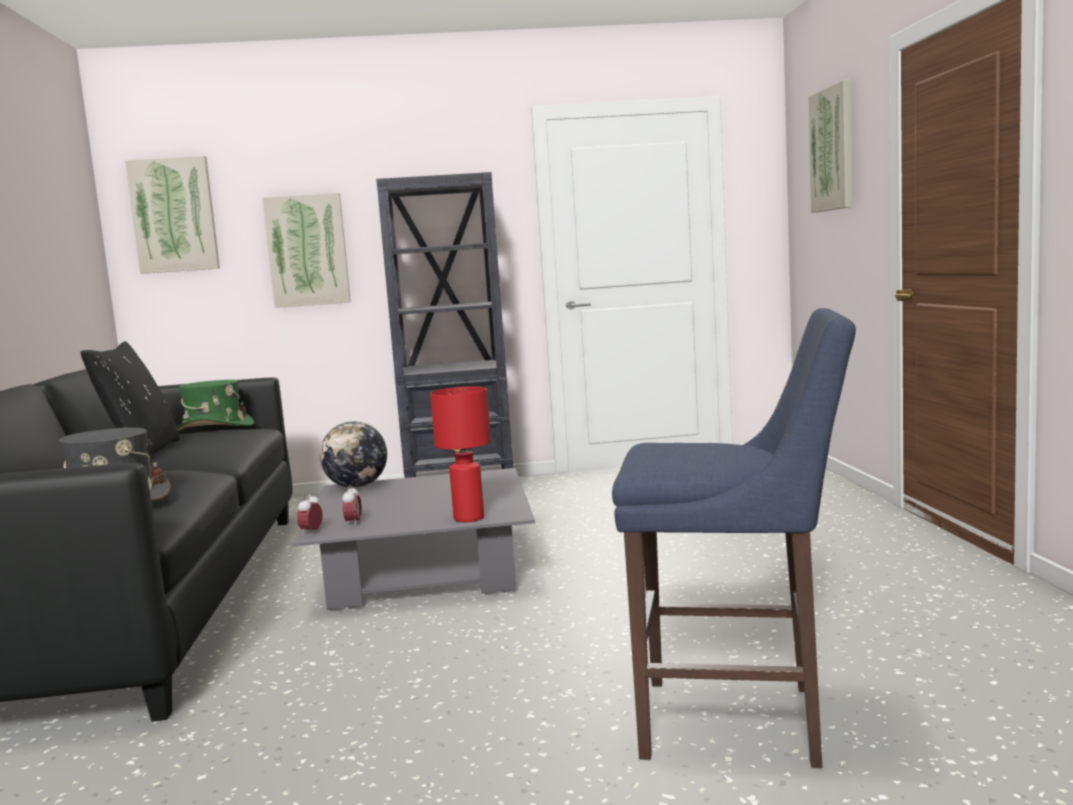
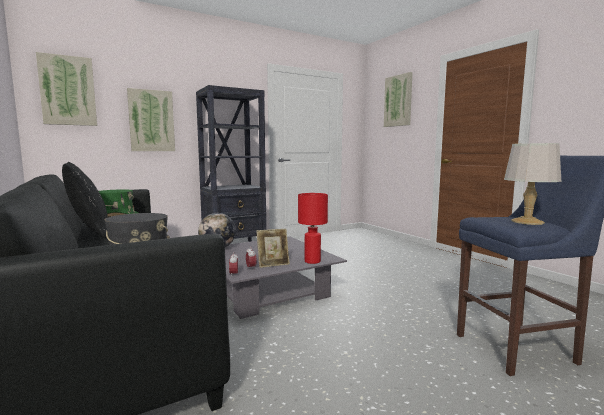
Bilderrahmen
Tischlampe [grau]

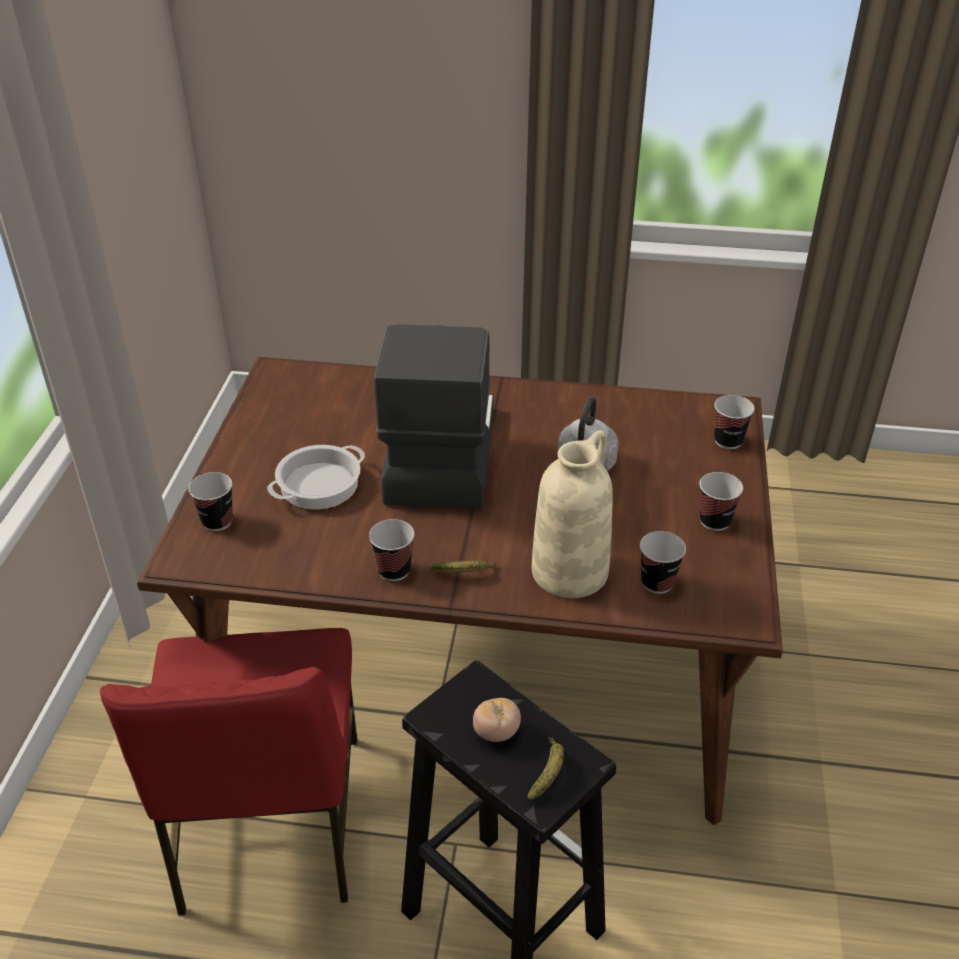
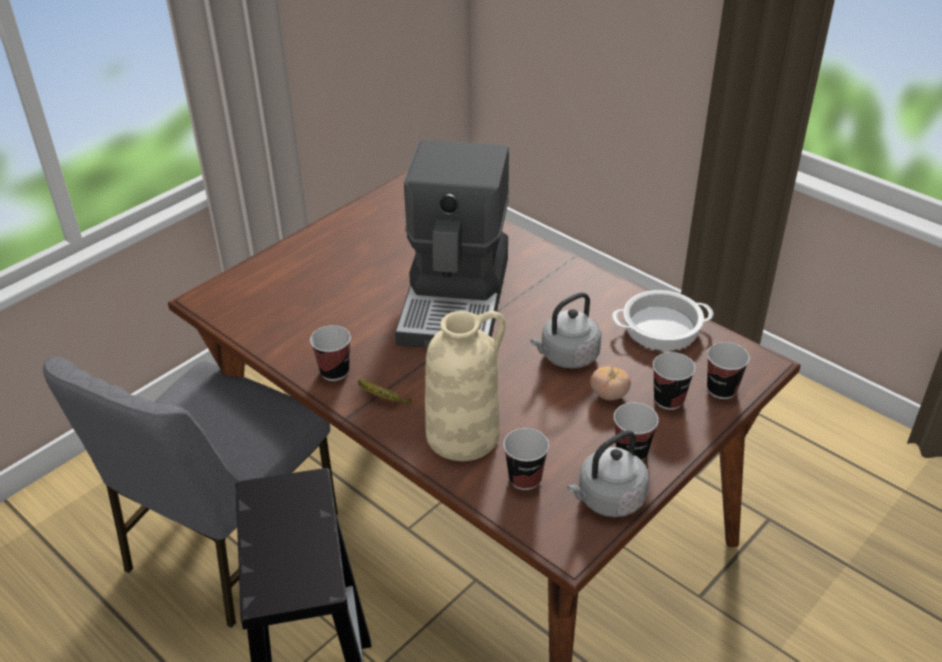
Stuhl [grau]
Kaffeemaschine
Wasserkessel [grau] (no. 2 from left)
Tomate
Kochtopf
Tasse (no. 4 from left)
Banane (no. 2 from left in the first image)

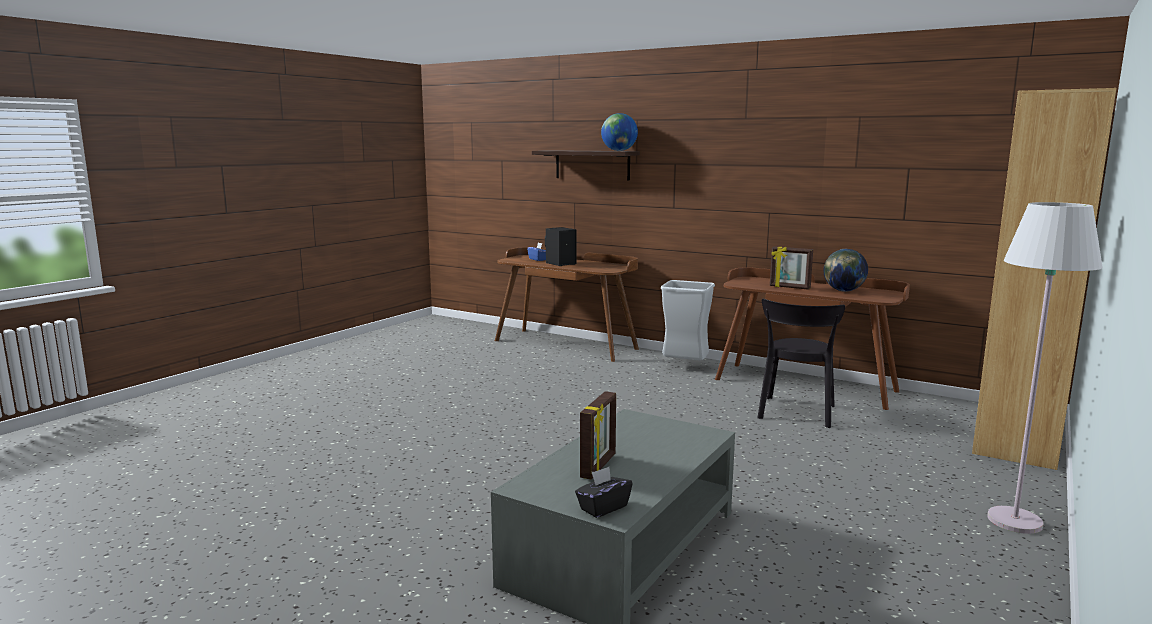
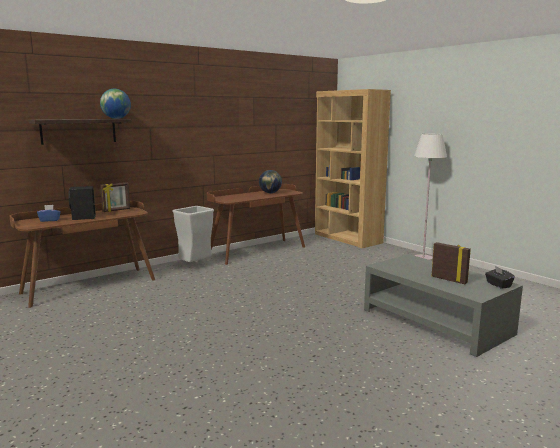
Bilderrahmen (no. 1 from left)
Stuhl [schwarz]

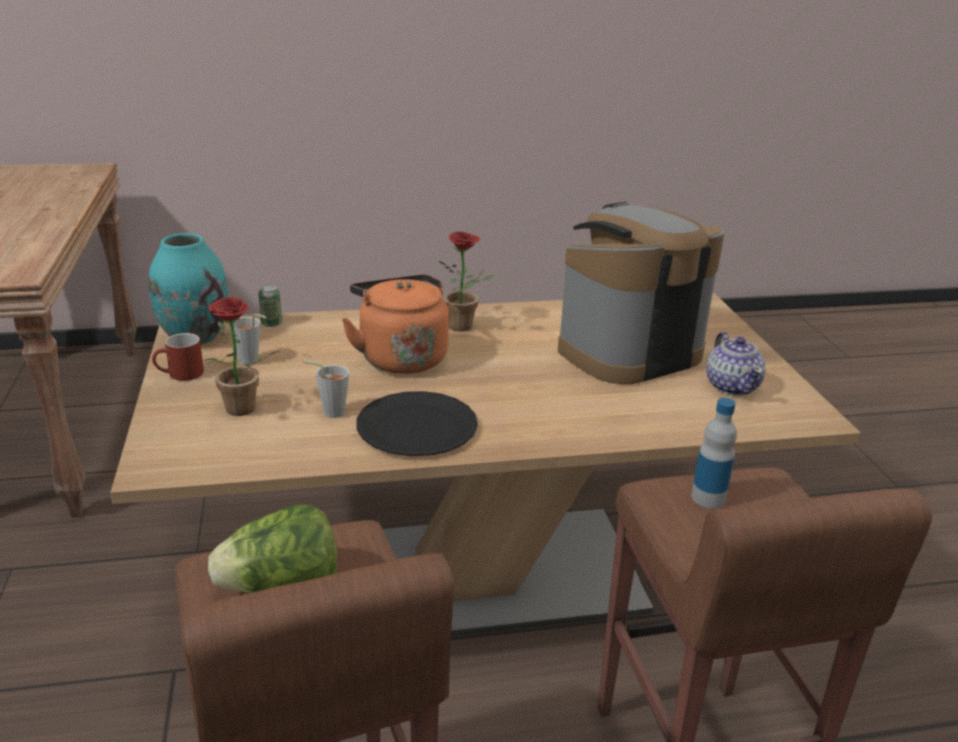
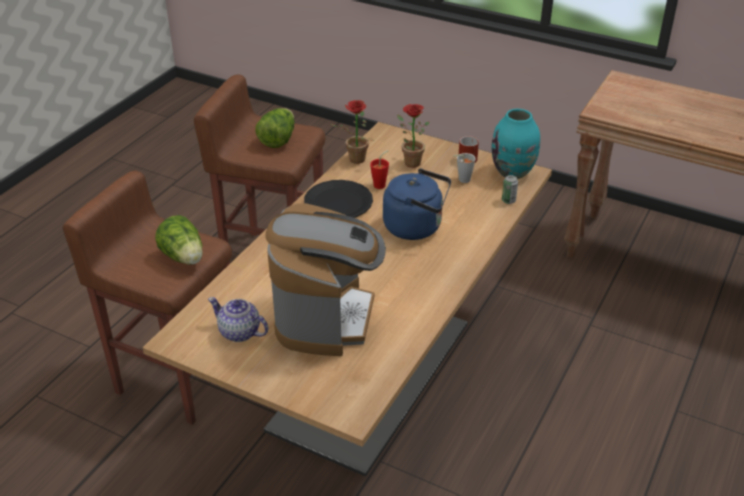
Salatkopf (no. 1 from left)
Topfpflanze (no. 1 from left)
Tasse [rot]
Wasserkessel [blau]

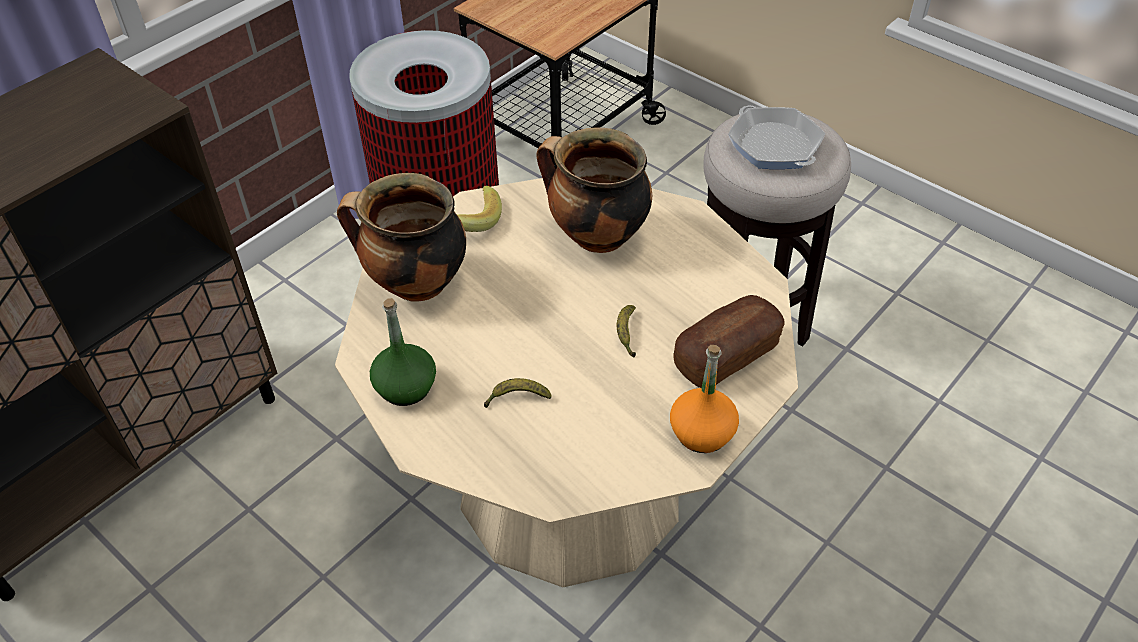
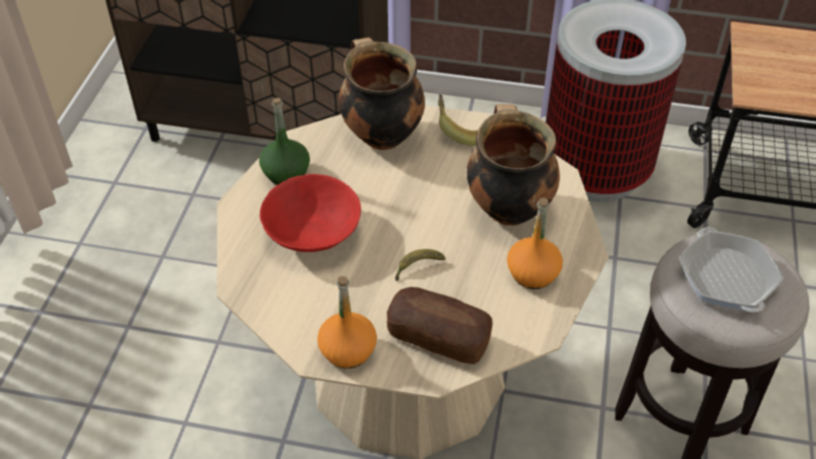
Schüssel [rot]
Flasche [orange] (no. 2 from left)
Pfanne

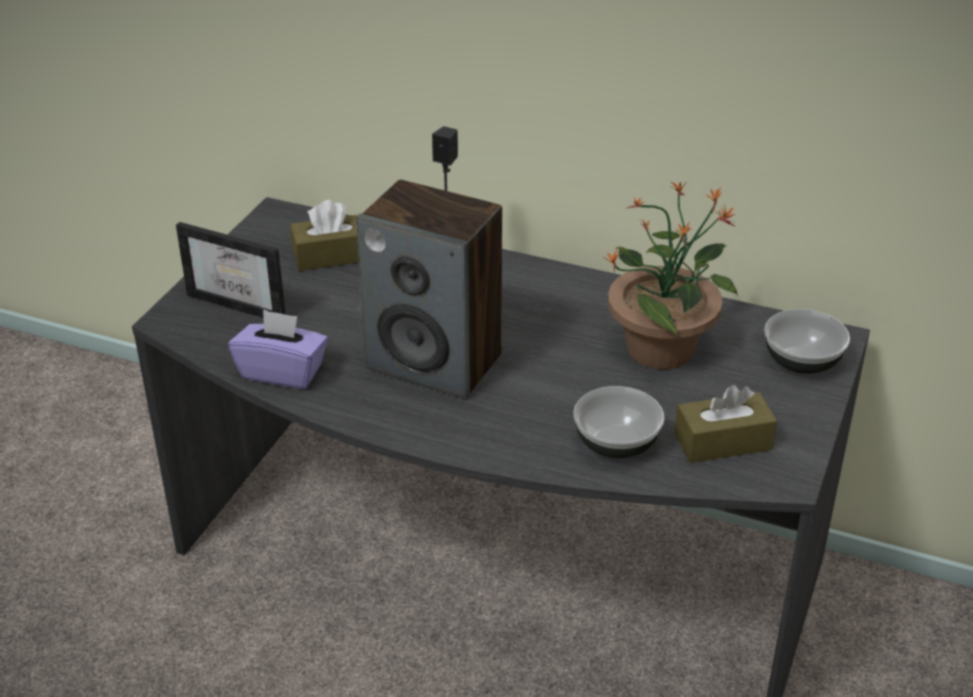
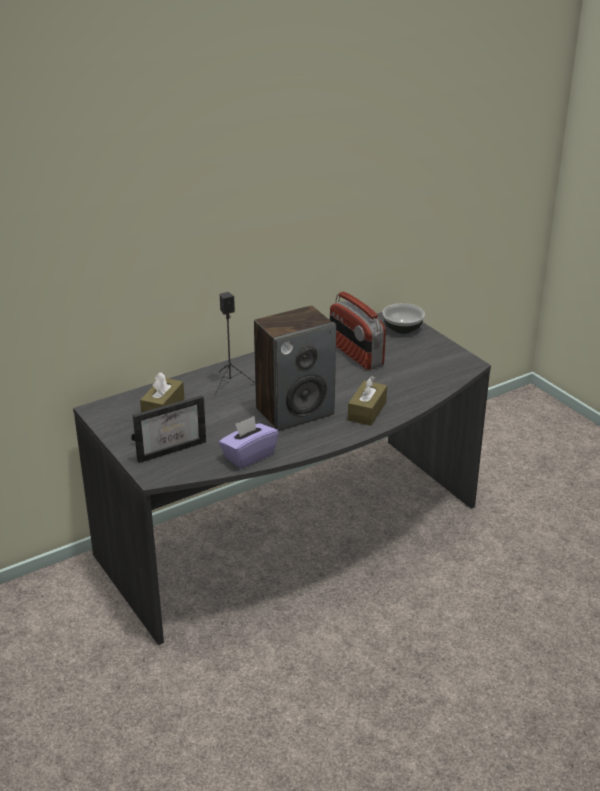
Radio
Taschentuchbox [braun] (no. 2 from left)
Schüssel (no. 1 from left in the first image)

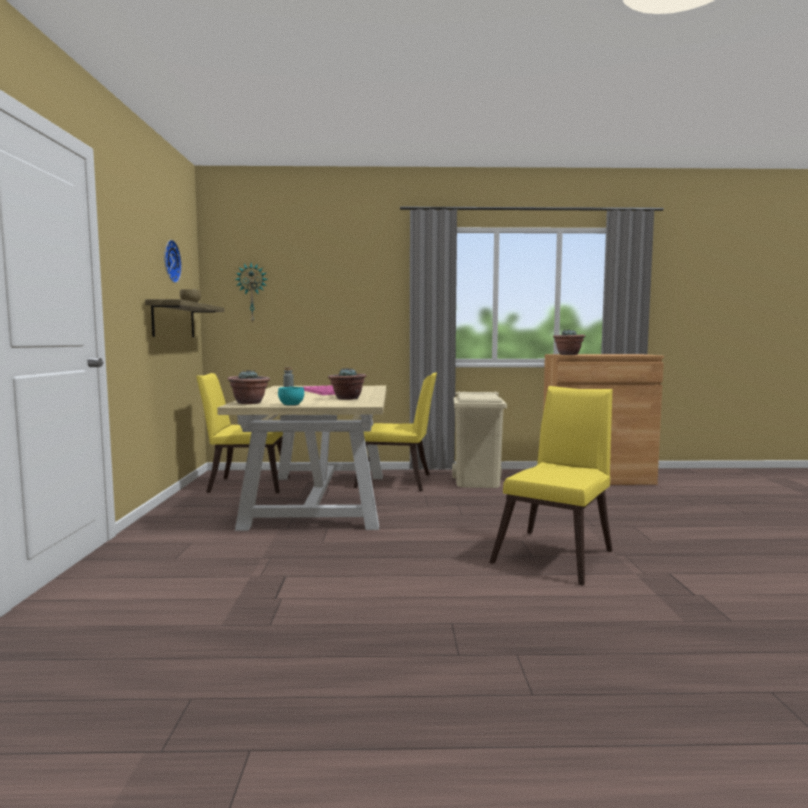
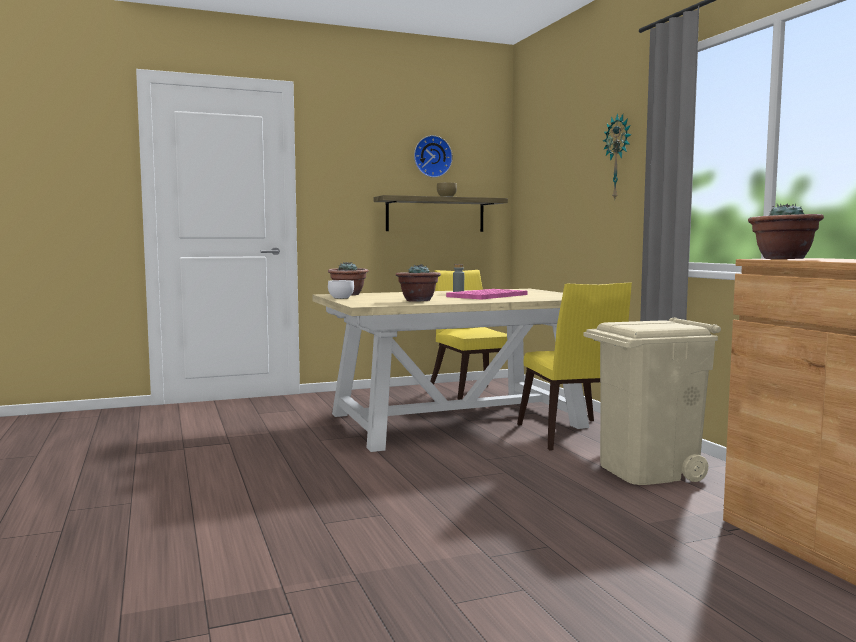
Schüssel [weiß]
Wanduhr (no. 2 from left)
Stuhl [gelb] (no. 3 from left in the first image)

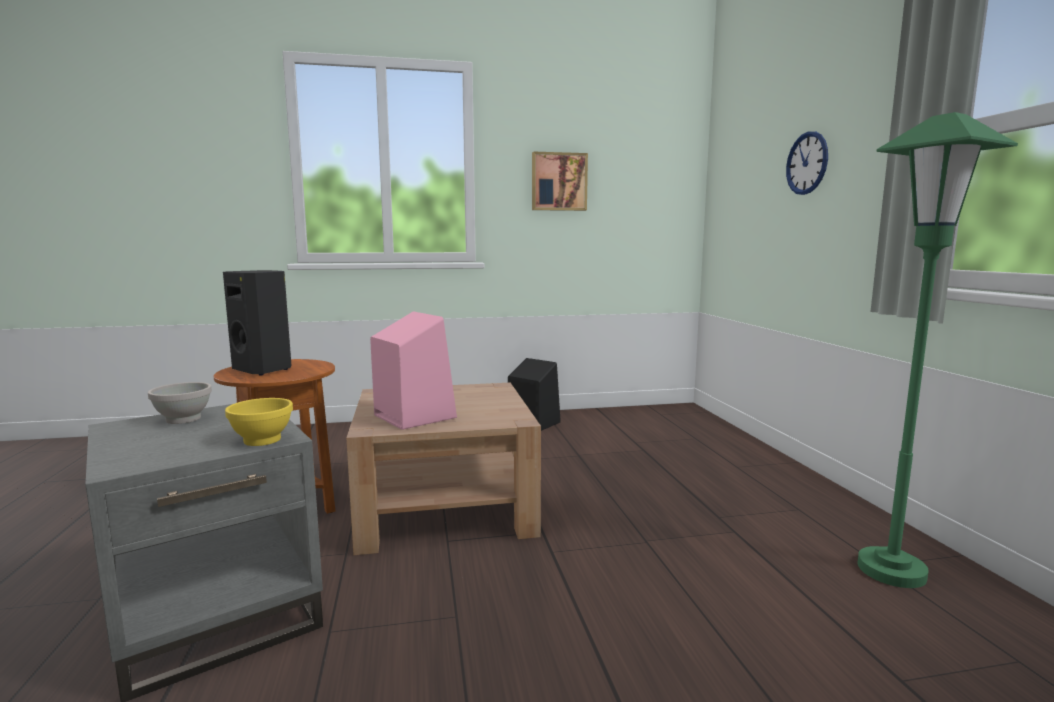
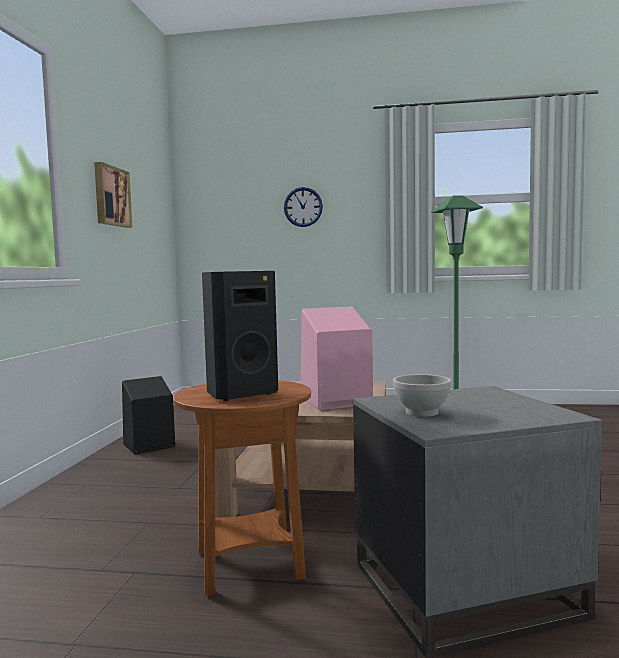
Schüssel [gelb]

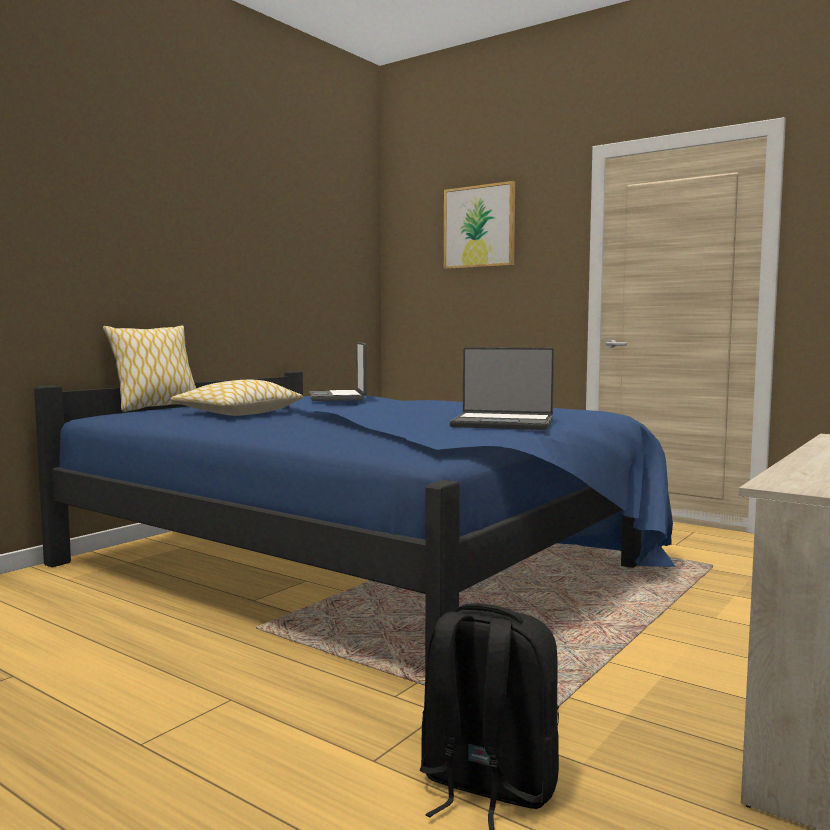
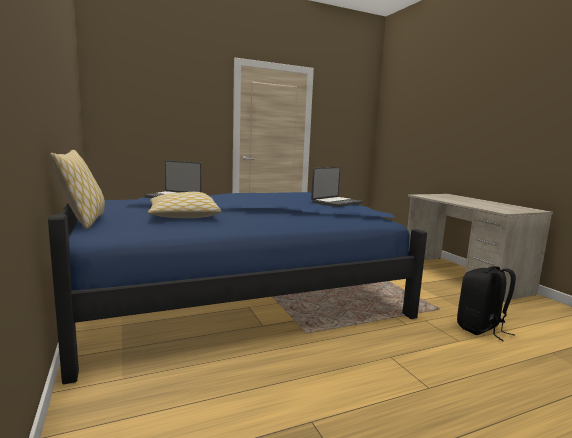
Bild

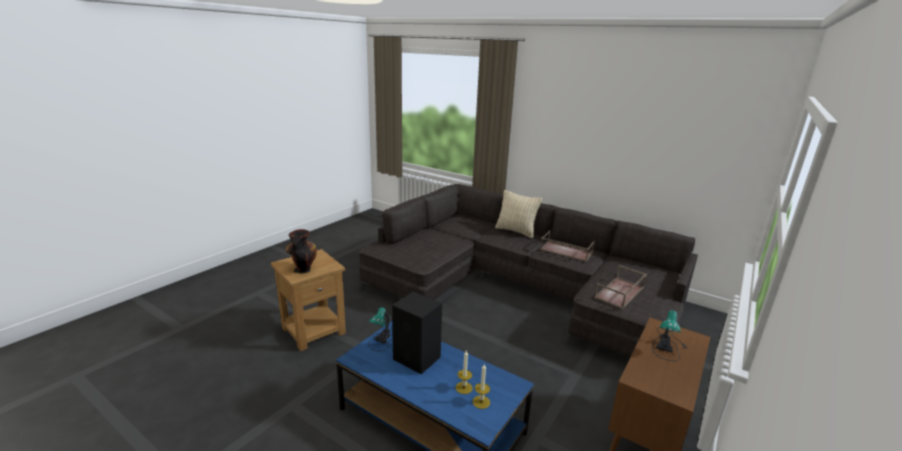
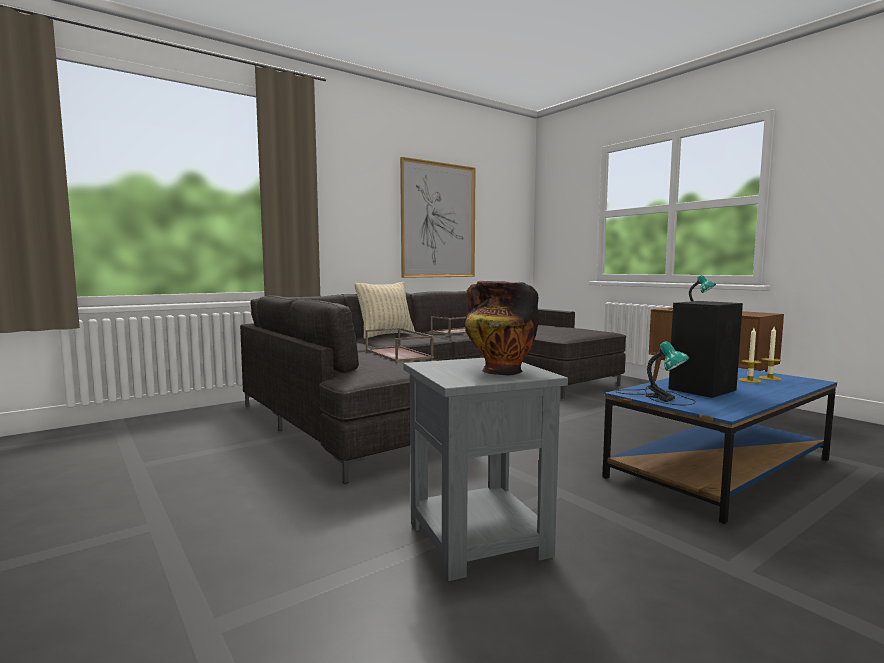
Tablett [braun] (no. 1 from left)
Bild
Beistelltisch [grau]

